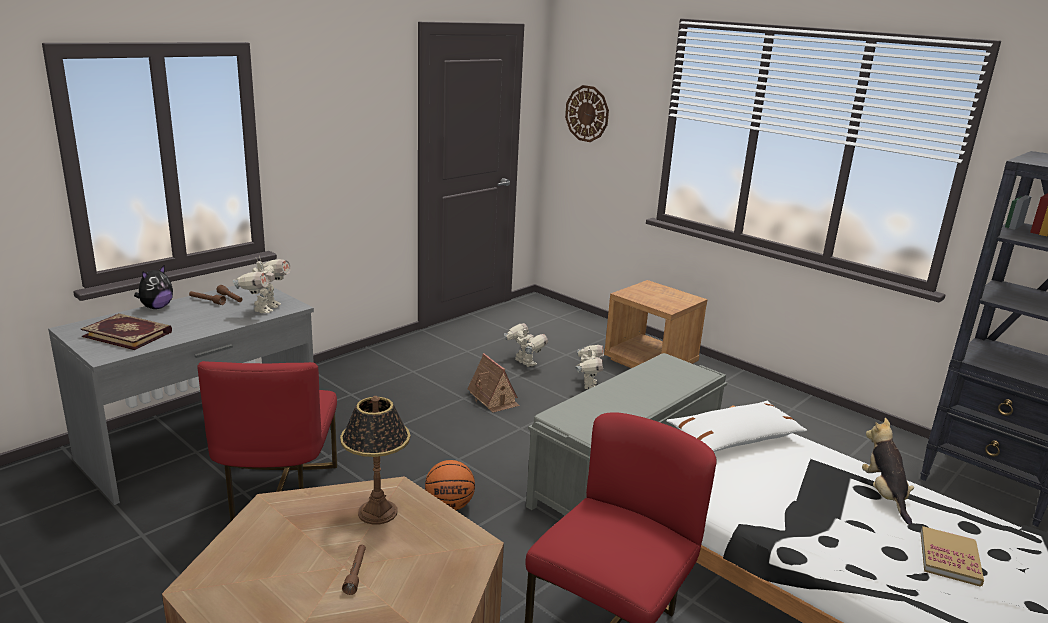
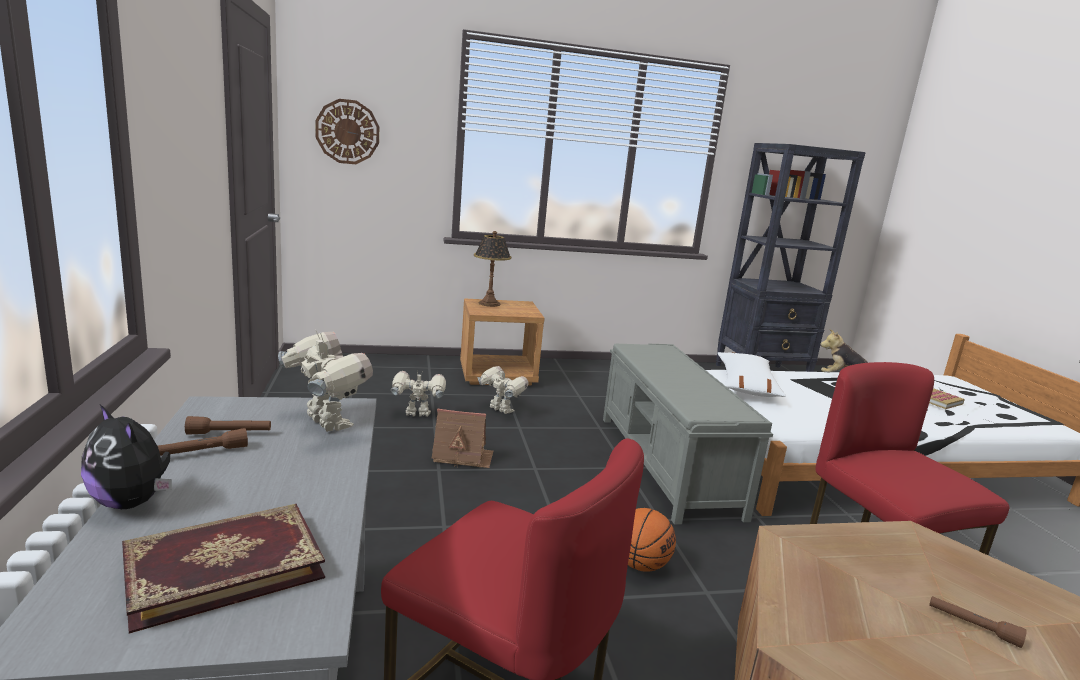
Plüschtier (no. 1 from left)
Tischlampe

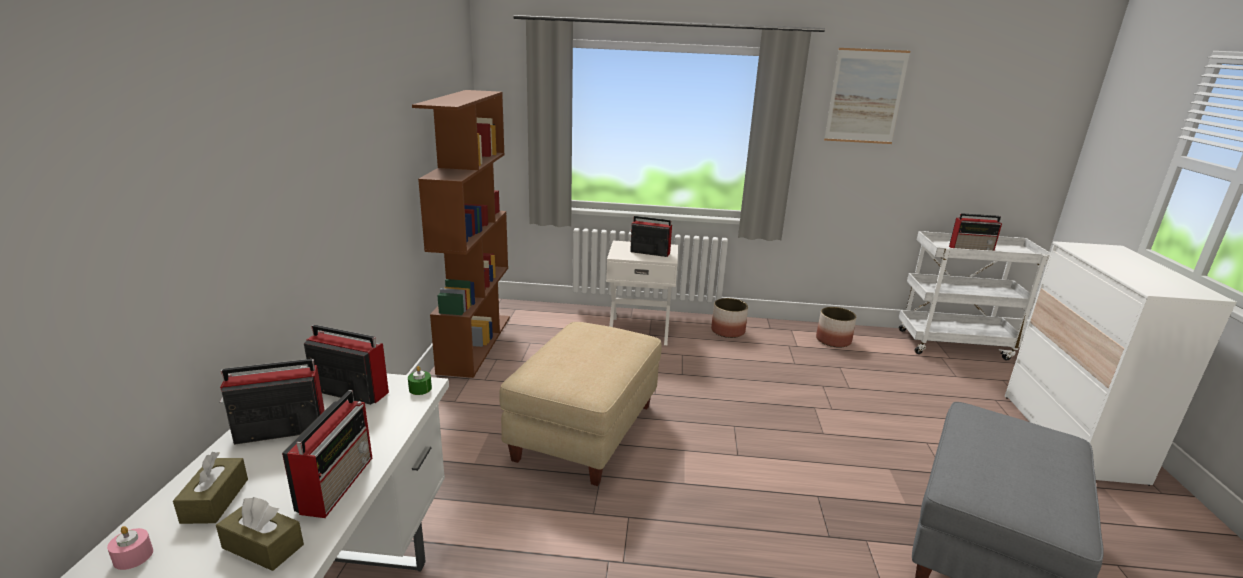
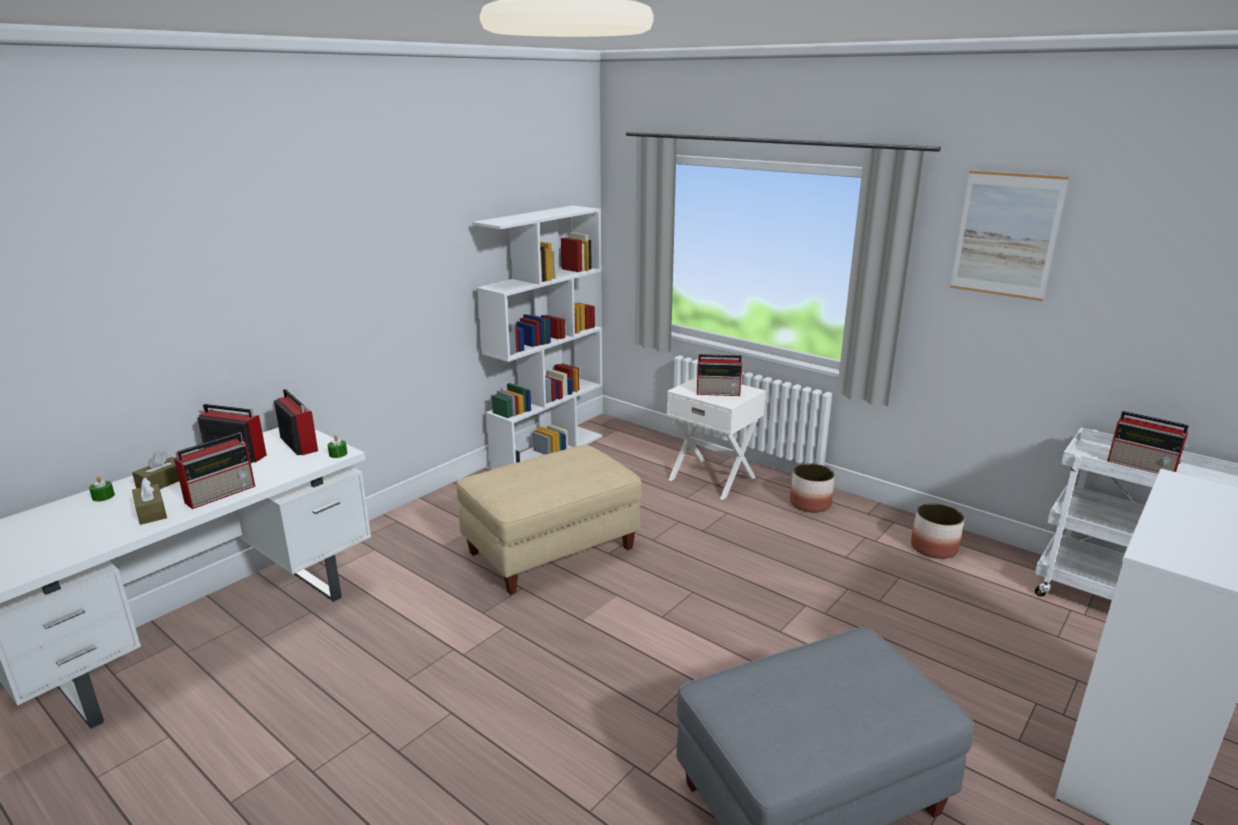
Kerze [grün] (no. 1 from left)
Bücherregal [weiß]
Radio (no. 4 from left)

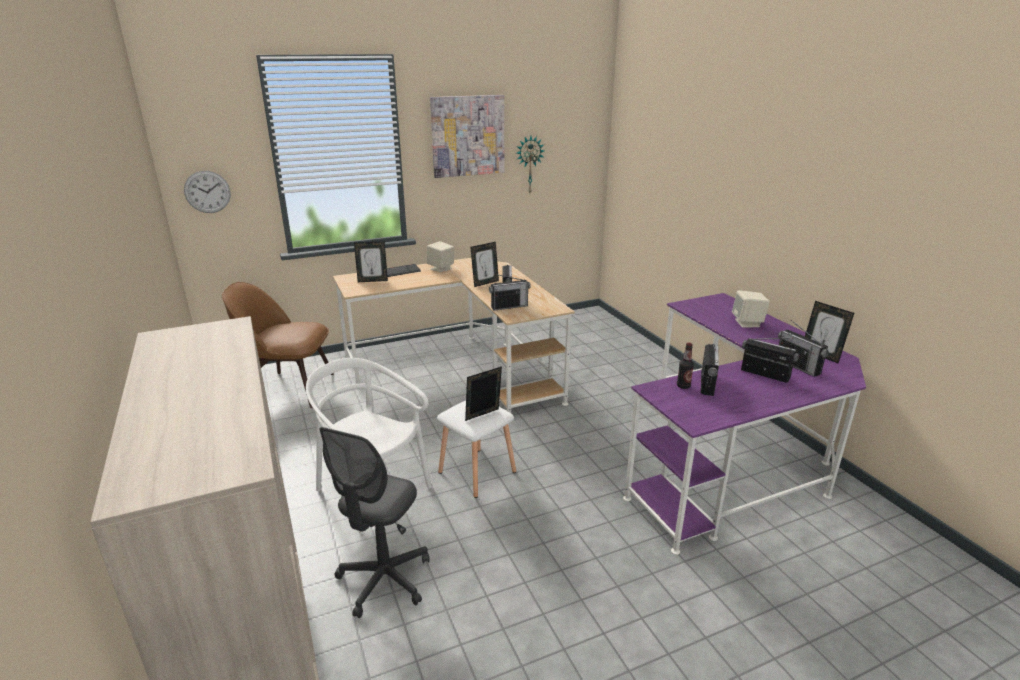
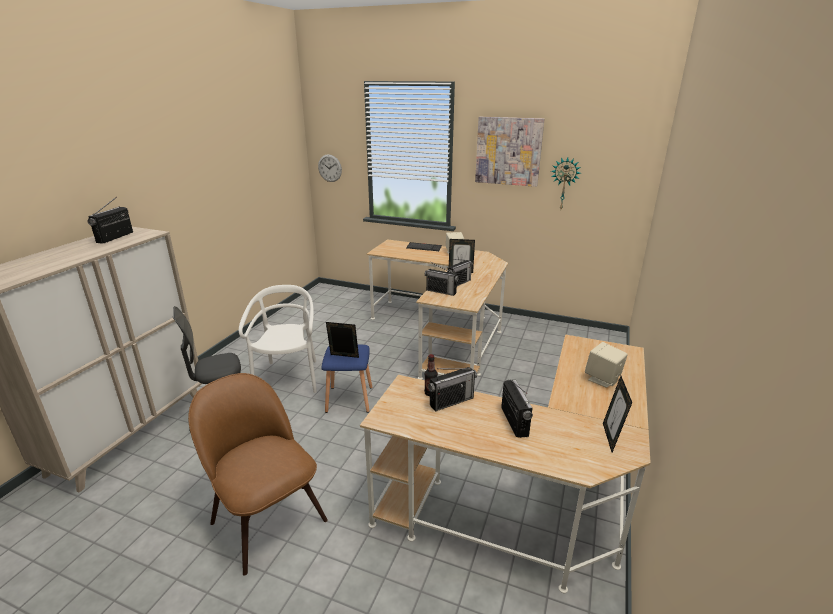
Radio (no. 1 from left)
Stuhl [braun]
Hocker [blau]
Schreibtisch [beige] (no. 2 from left)
Bilderrahmen (no. 1 from left in the first image)

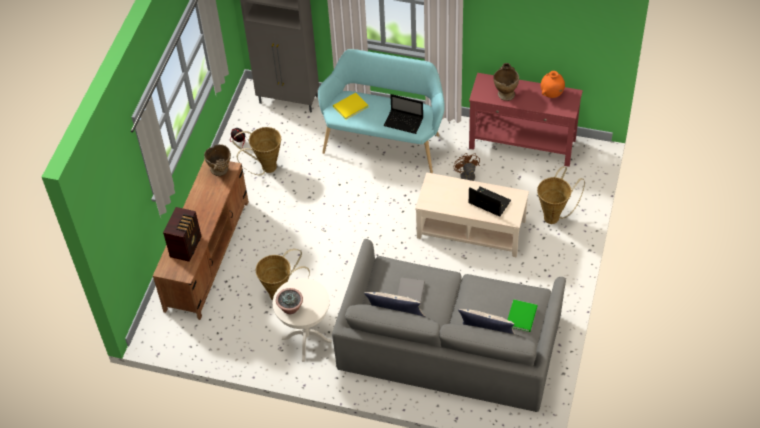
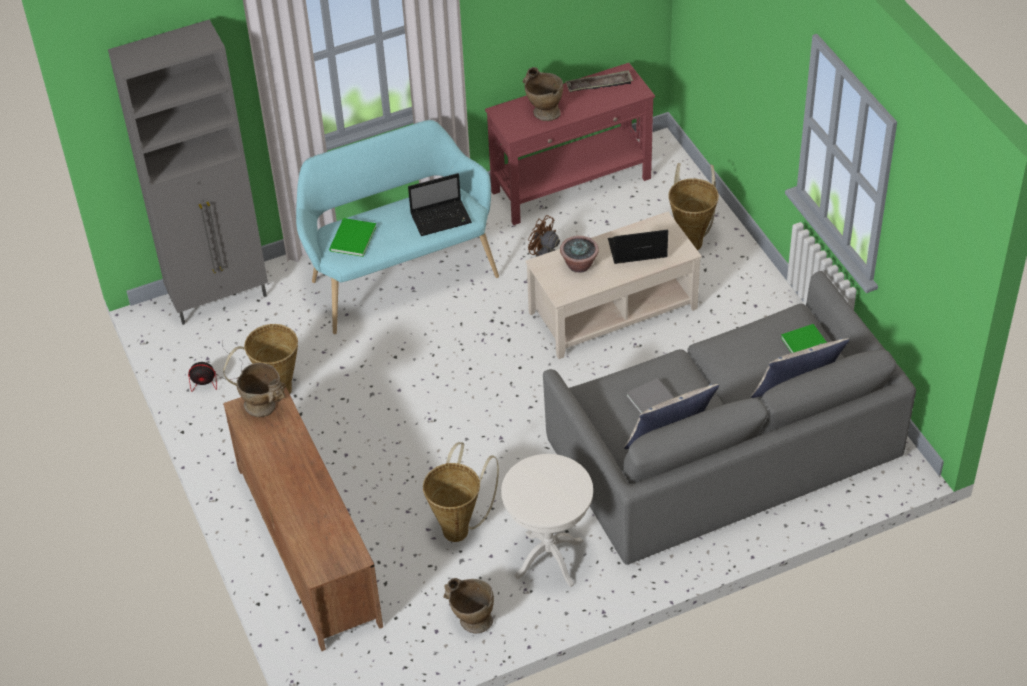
Buch [grün] (no. 1 from left)
Vase [beige] (no. 2 from left)
Topfpflanze
Tablett
Radio

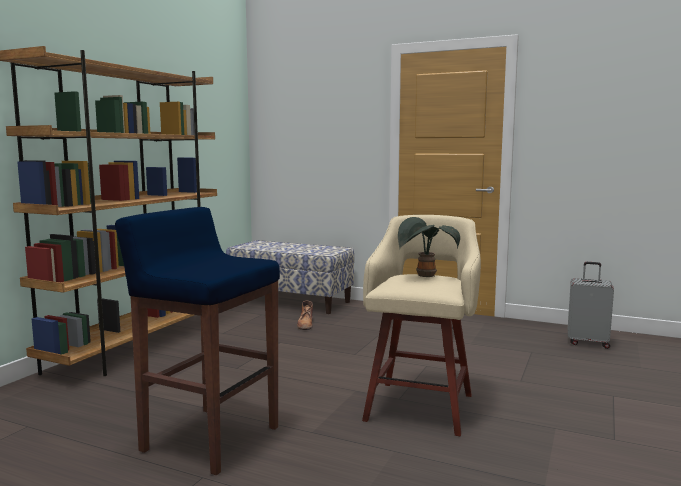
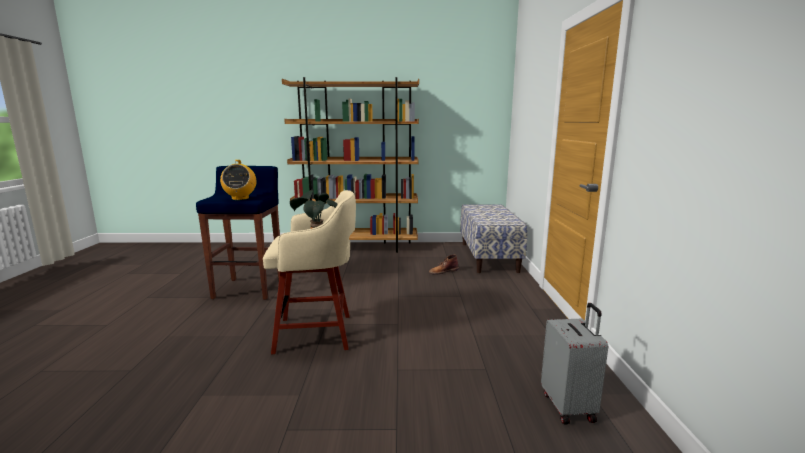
Radio

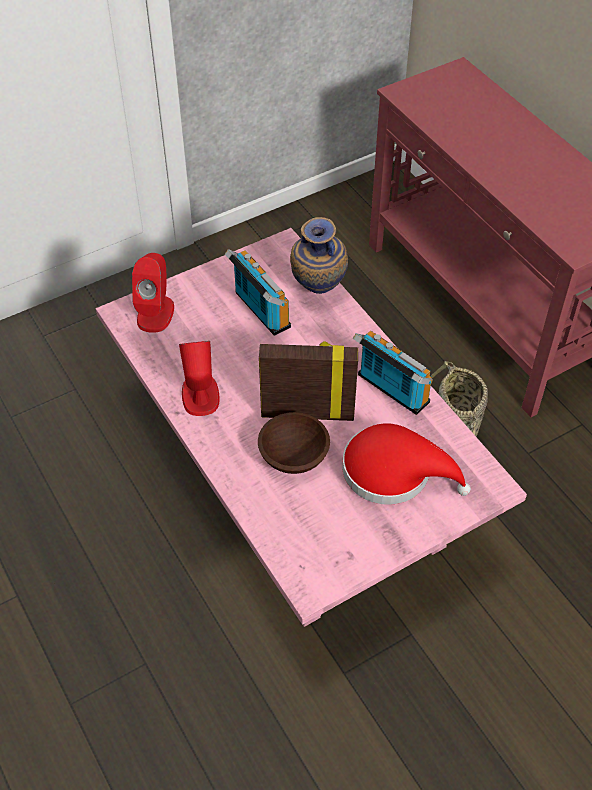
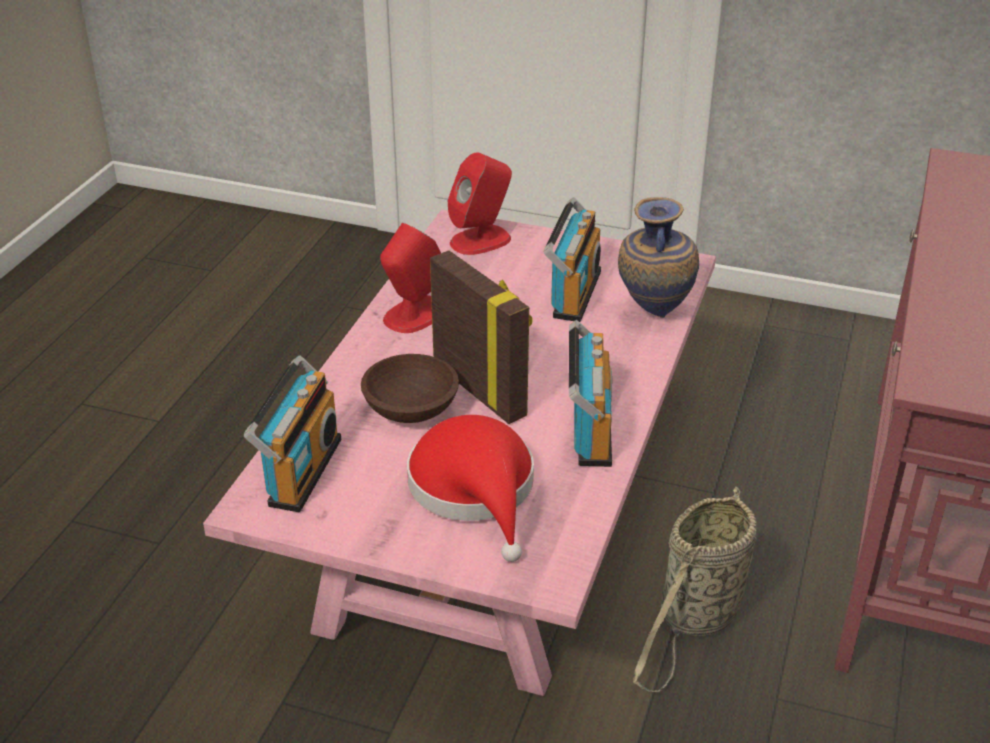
Radio (no. 1 from left)

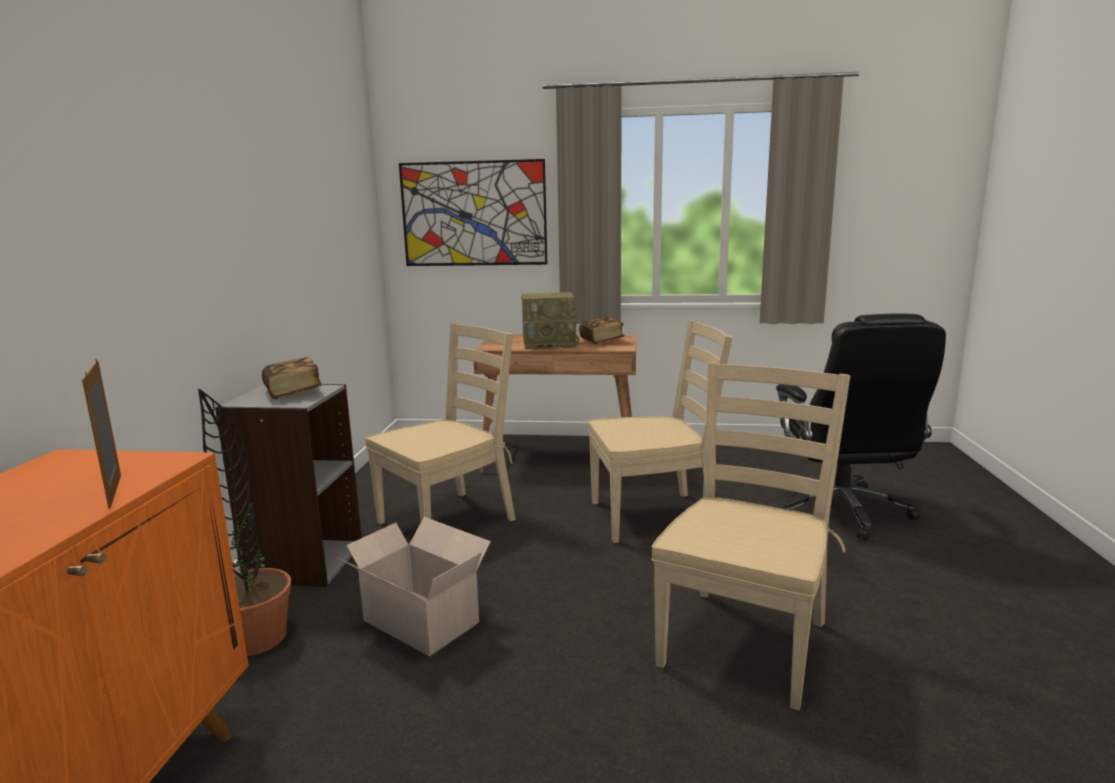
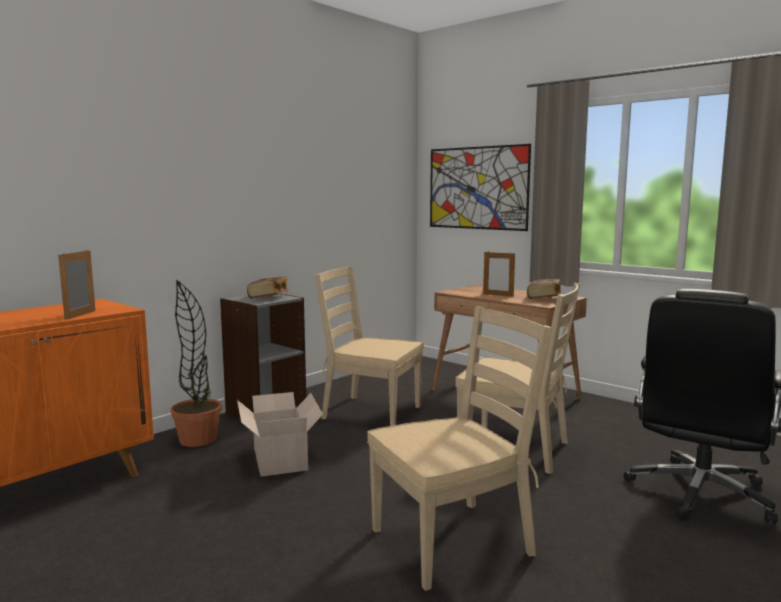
Stuhl [beige] (no. 1 from left)
Bilderrahmen (no. 2 from left)

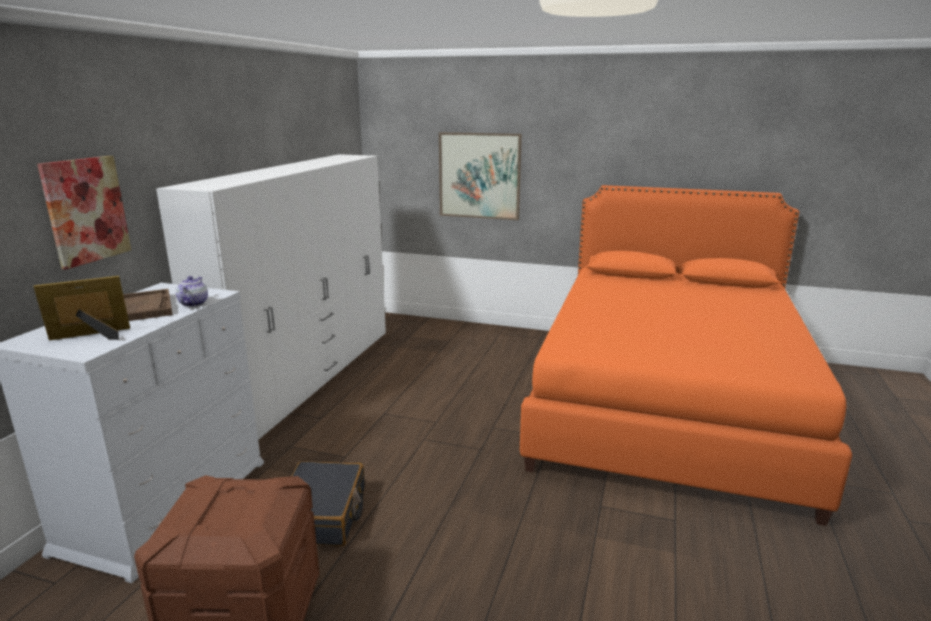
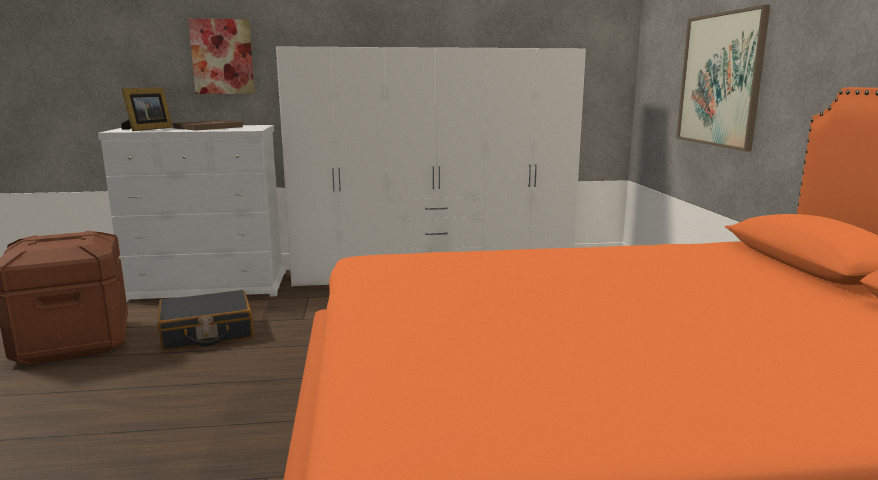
Bilderrahmen
Teekanne

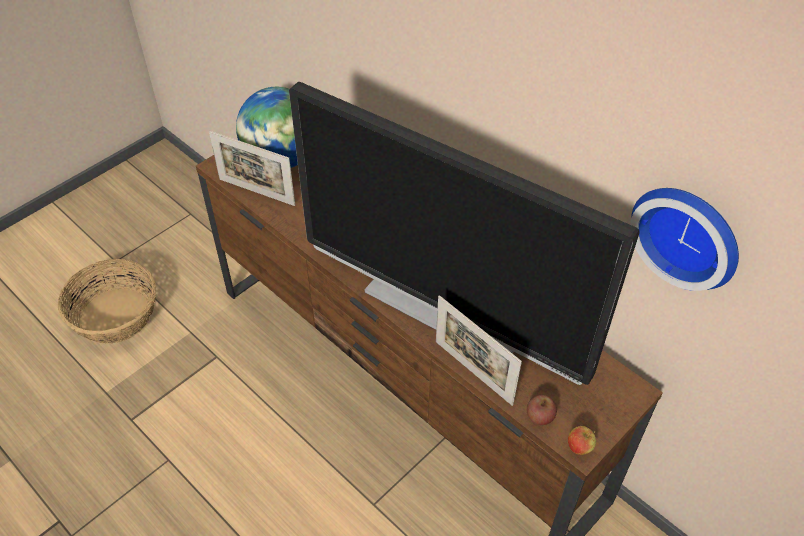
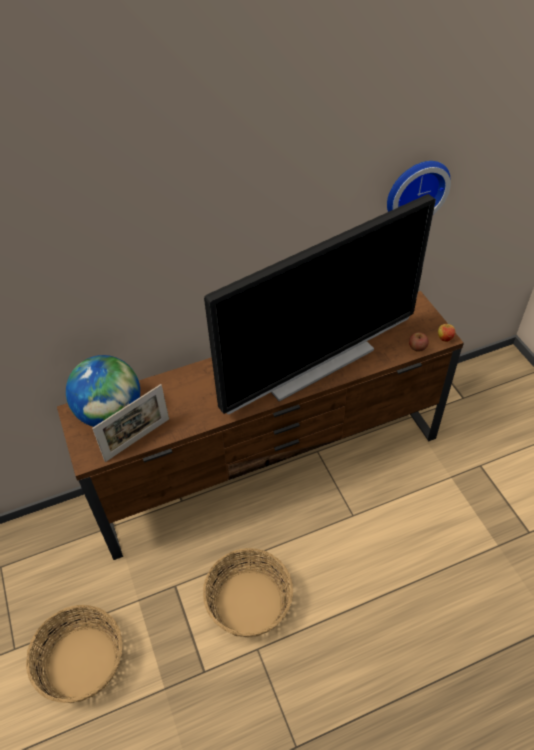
Korb (no. 2 from left)
Bilderrahmen (no. 2 from left in the first image)

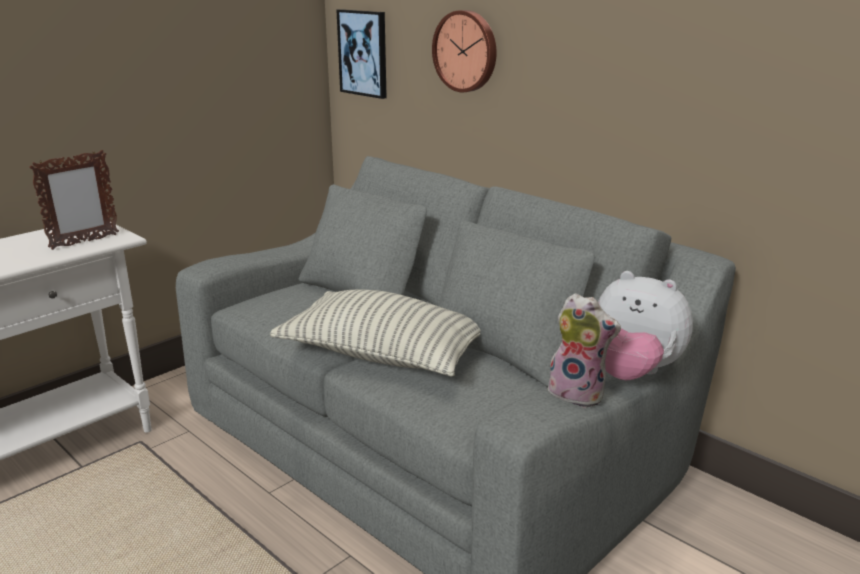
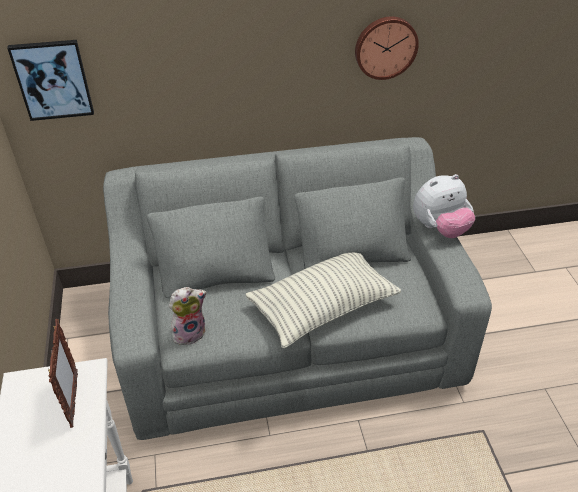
Plüschtier (no. 1 from left)
Wanduhr

